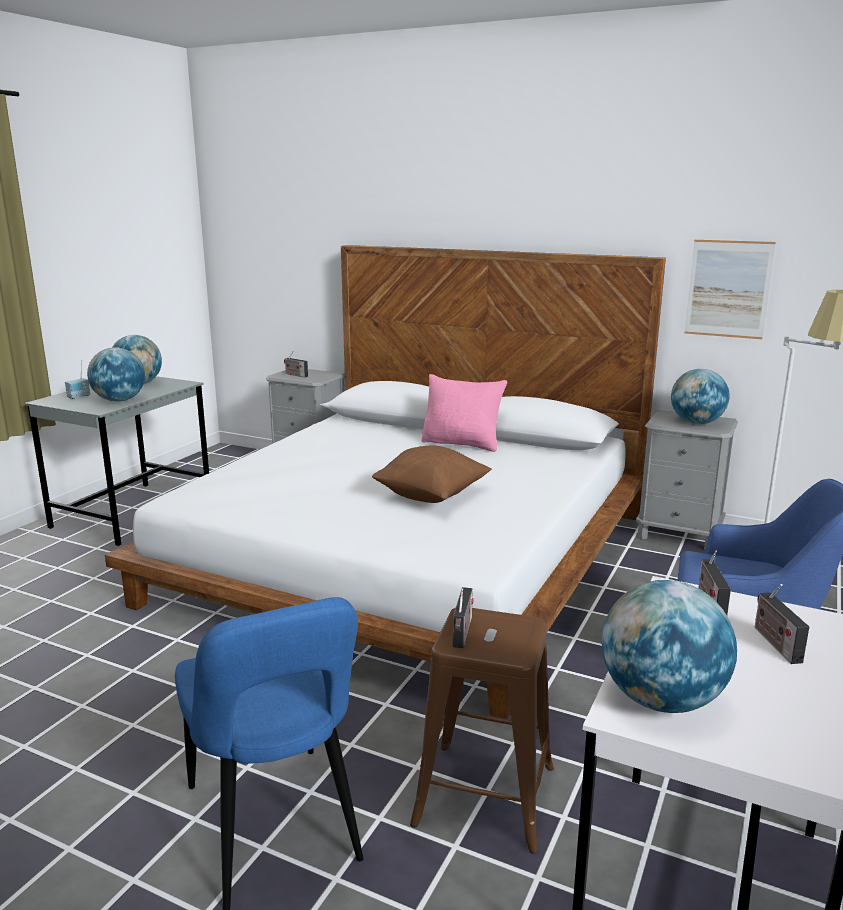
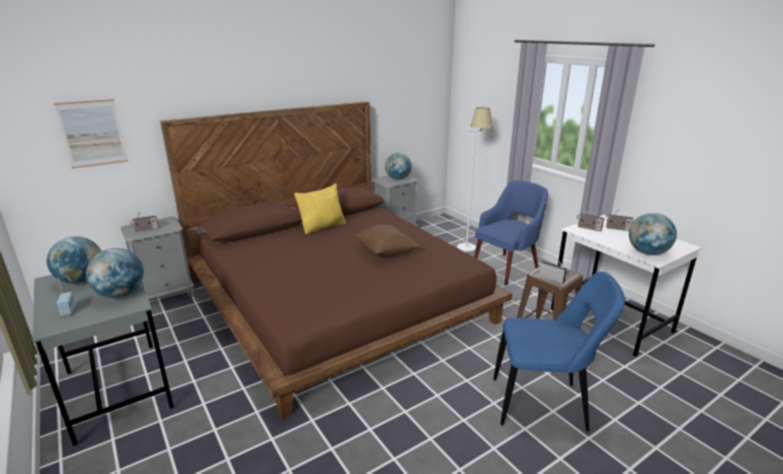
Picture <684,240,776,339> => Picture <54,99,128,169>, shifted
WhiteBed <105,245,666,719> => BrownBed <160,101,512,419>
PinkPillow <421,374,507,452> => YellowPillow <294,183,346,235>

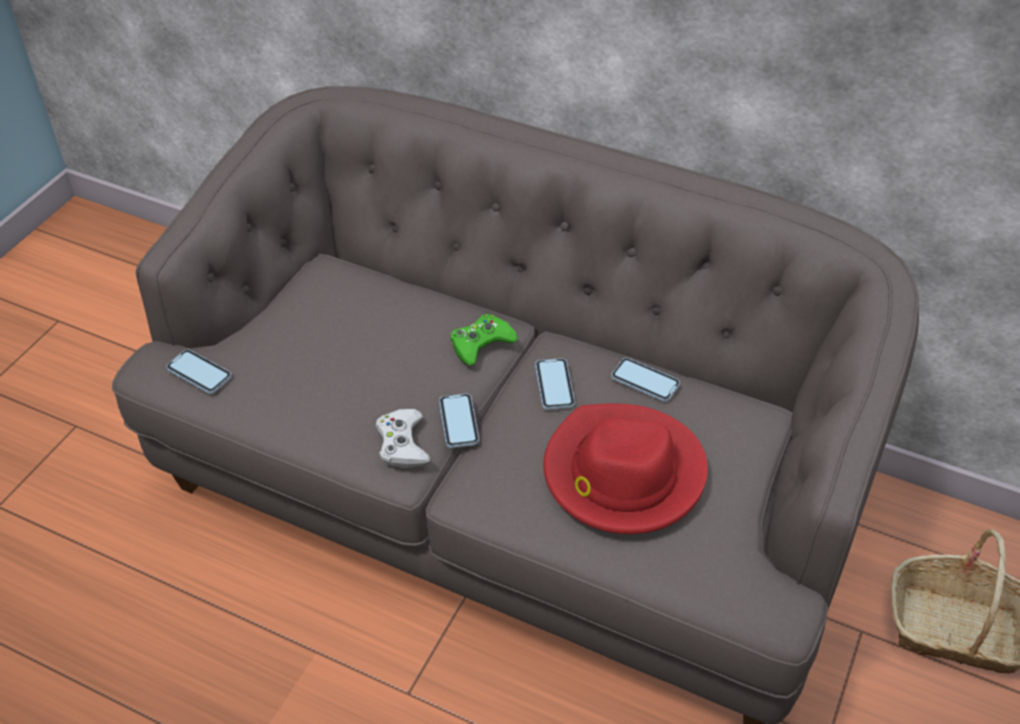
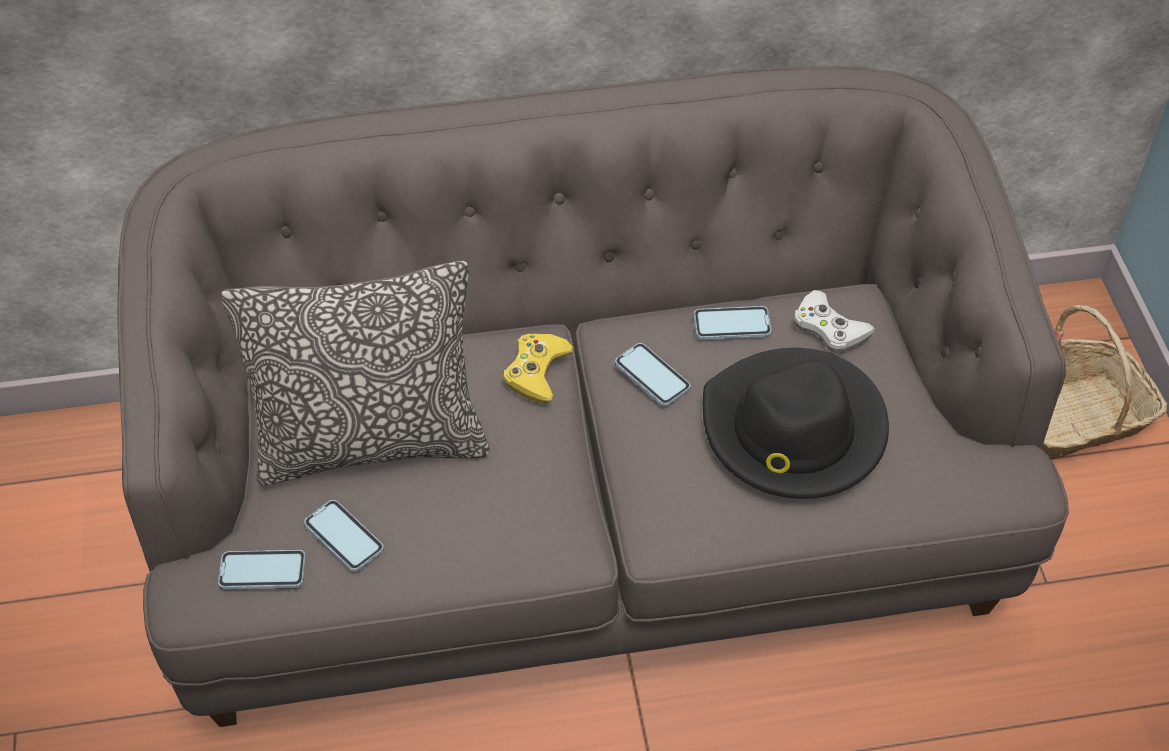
nothing => Pillow <221,261,490,486>
Phone <439,393,479,448> => Phone <304,500,384,572>, shifted
GreenGameController <451,314,518,366> => YellowGameController <503,333,573,403>
RedHat <544,403,708,534> => BlackHat <703,348,889,499>
WhiteGameController <376,409,430,468> => WhiteGameController <794,290,875,353>, shifted

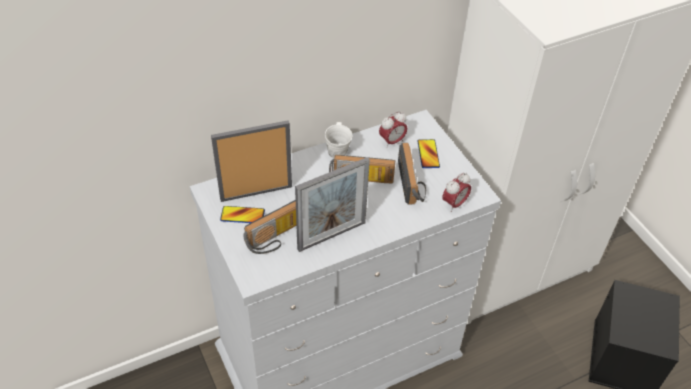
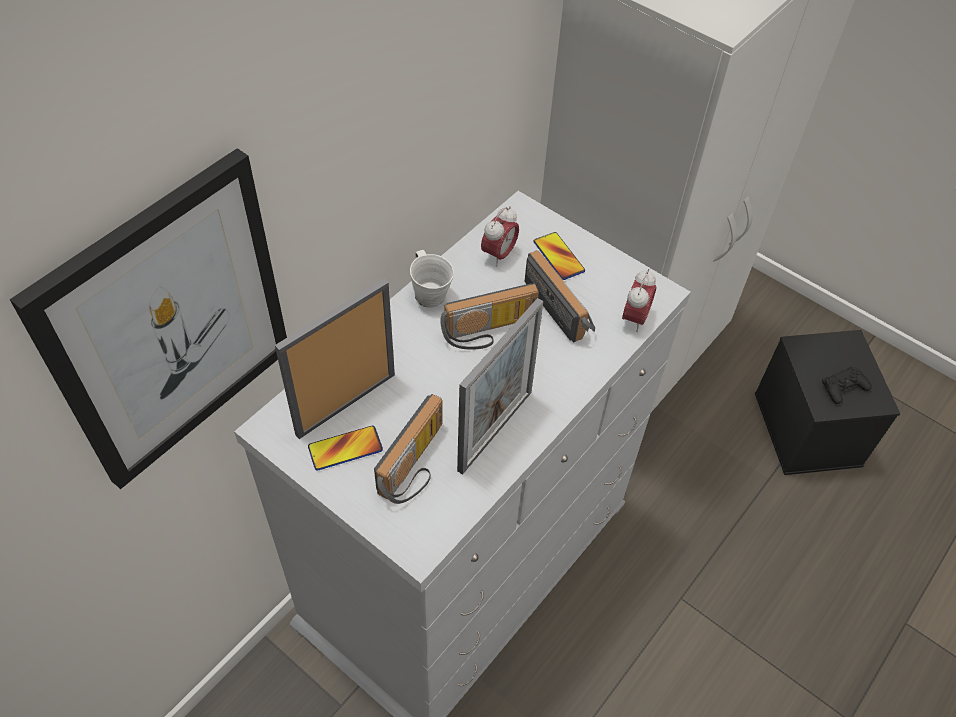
nothing => Picture <10,148,287,489>
nothing => BlackGameController <822,366,872,404>

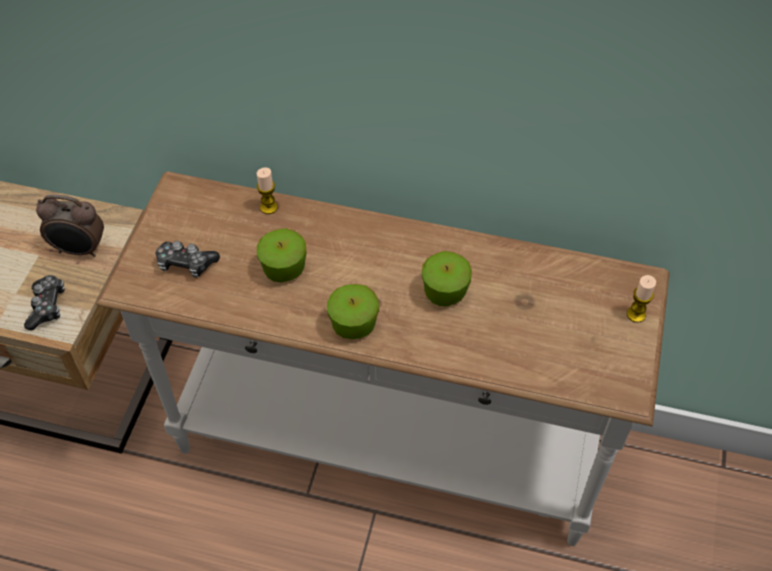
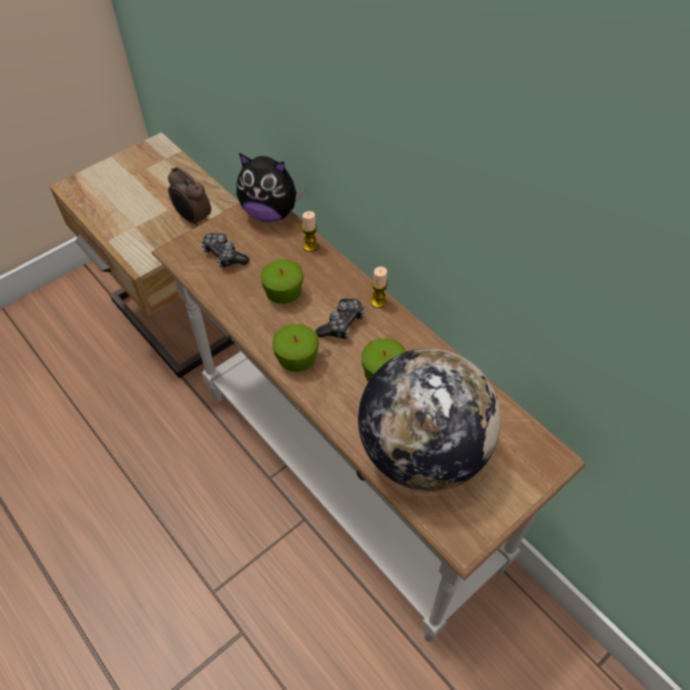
nothing => PlushToy <236,153,306,222>
GameController <24,275,65,330> => GameController <315,298,365,339>, shifted
nothing => Globe <358,348,501,491>
Candle <627,275,656,323> => Candle <371,267,388,308>, shifted

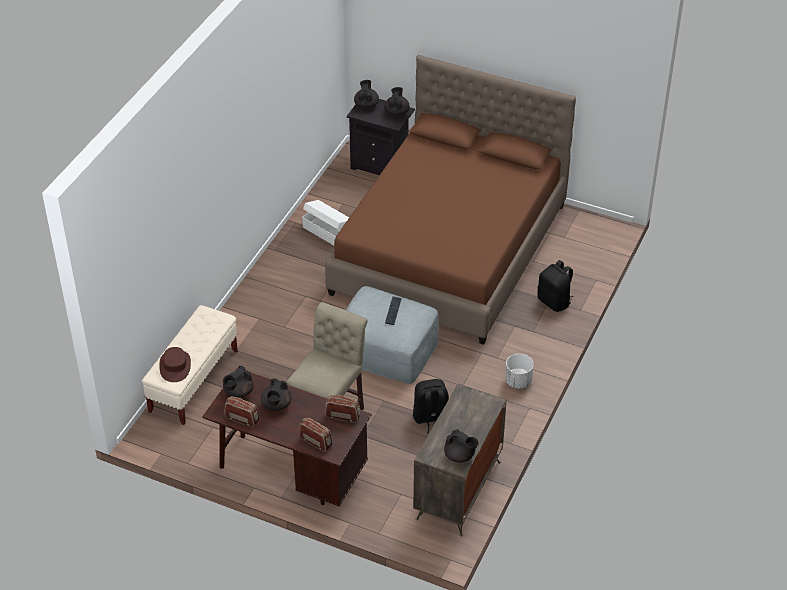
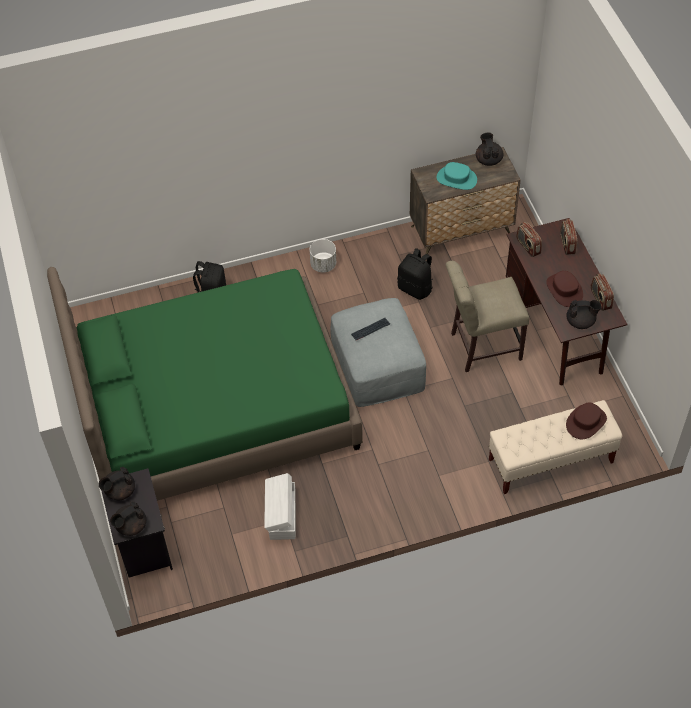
BrownBed <325,55,576,345> => GreenBed <47,267,363,501>
nothing => TurquoiseHat <437,162,477,190>
BlackTeapot <261,378,292,411> => BrownHat <546,271,583,307>

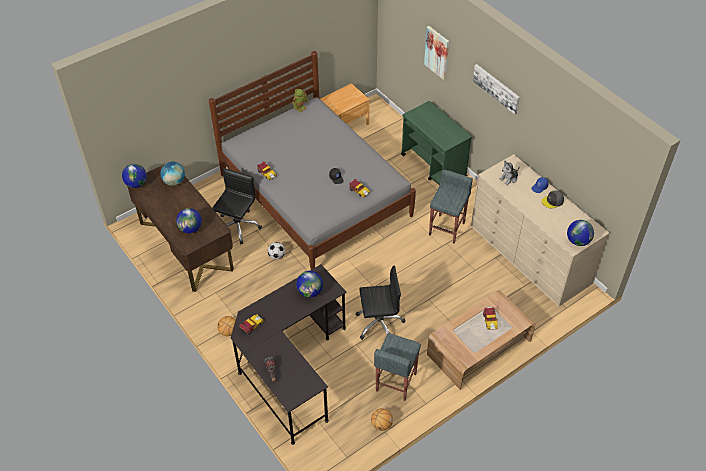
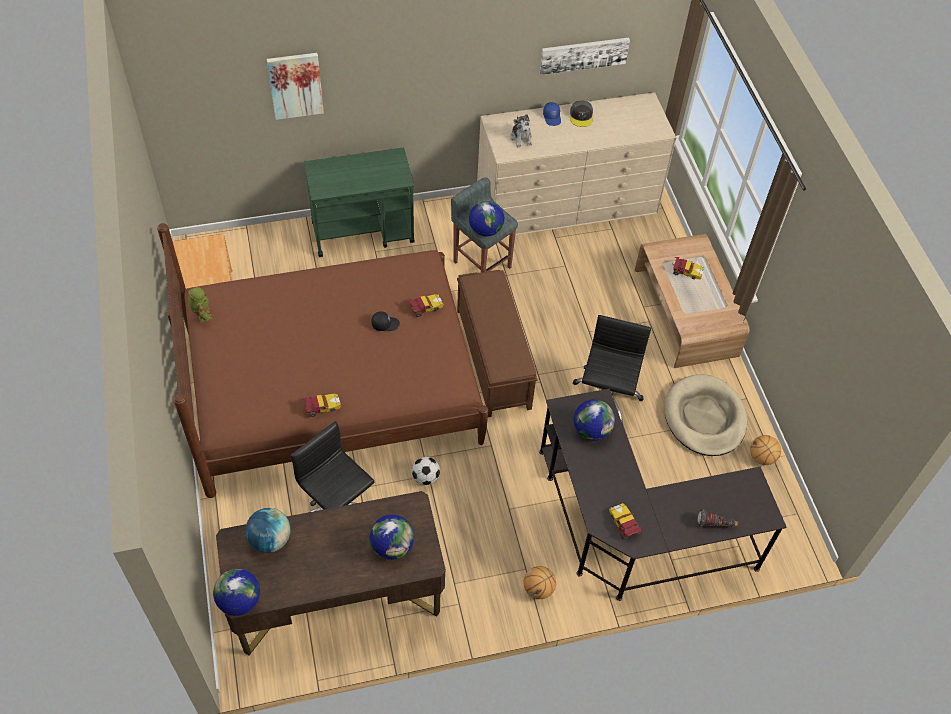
GreyBed <209,51,416,270> => BrownBed <157,223,488,498>
nothing => BrownBench <457,270,538,417>
Globe <567,220,594,246> => Globe <469,201,505,236>, shifted
Picture <473,64,520,114> => Picture <540,37,630,75>, shifted
GreyStool <374,334,421,401> => BeigeDogBed <664,374,747,456>

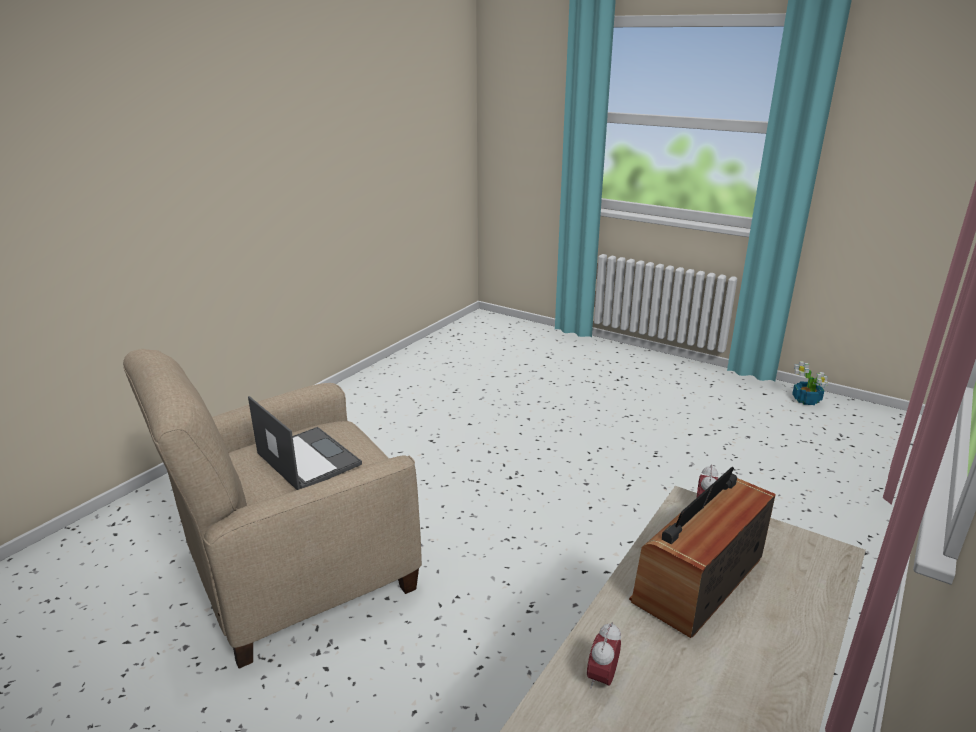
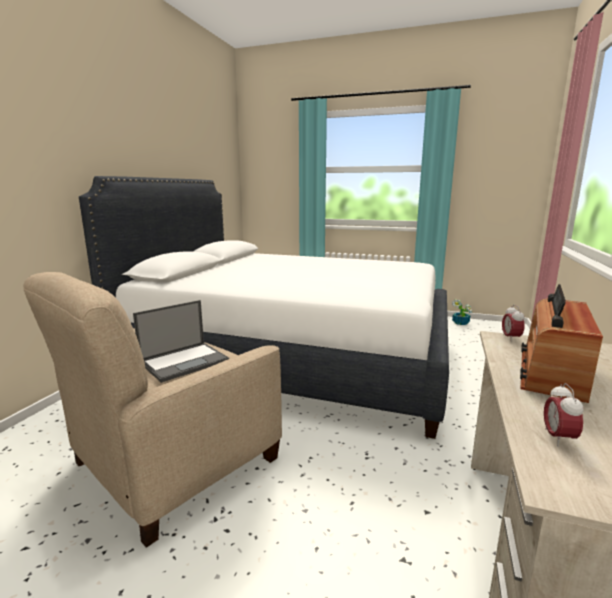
nothing => WhiteBed <79,176,449,439>
Laptop <248,396,362,490> => Laptop <133,300,229,383>, 105 degrees clockwise

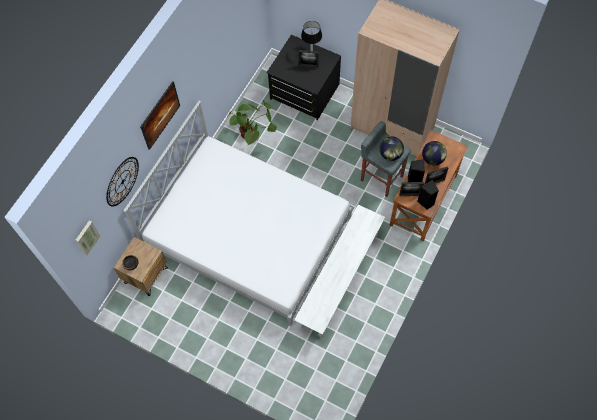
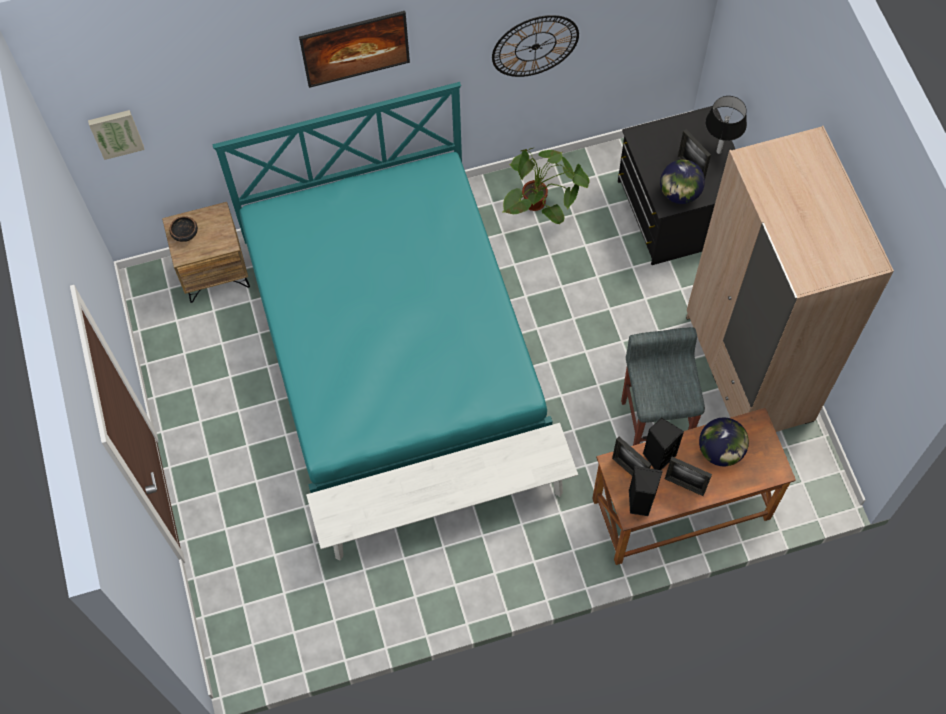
WhiteBed <123,101,352,326> => TurquoiseBed <212,82,552,493>
WallClock <106,157,139,207> => WallClock <492,15,579,77>, shifted
Globe <380,137,404,161> => Globe <660,159,705,204>, shifted

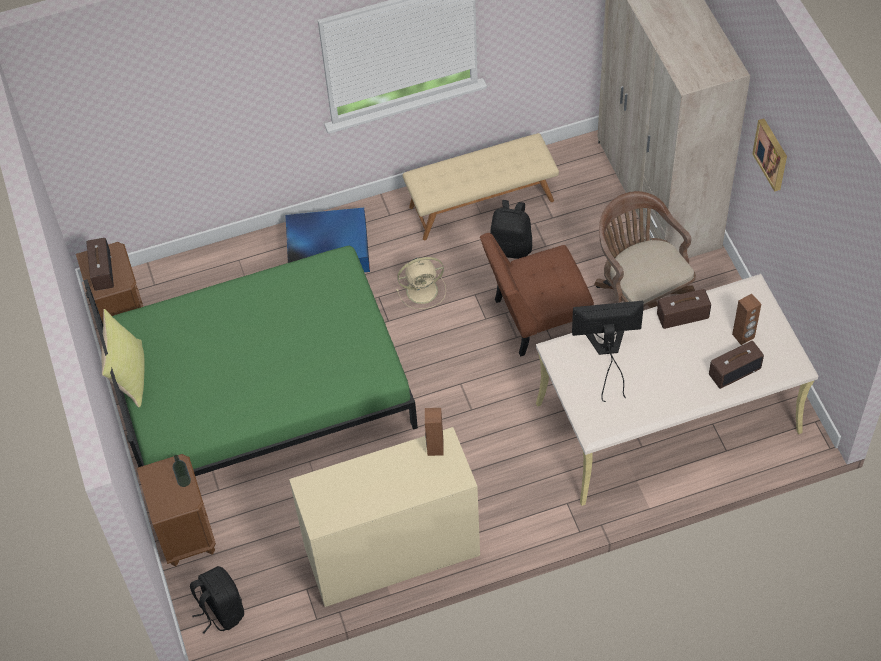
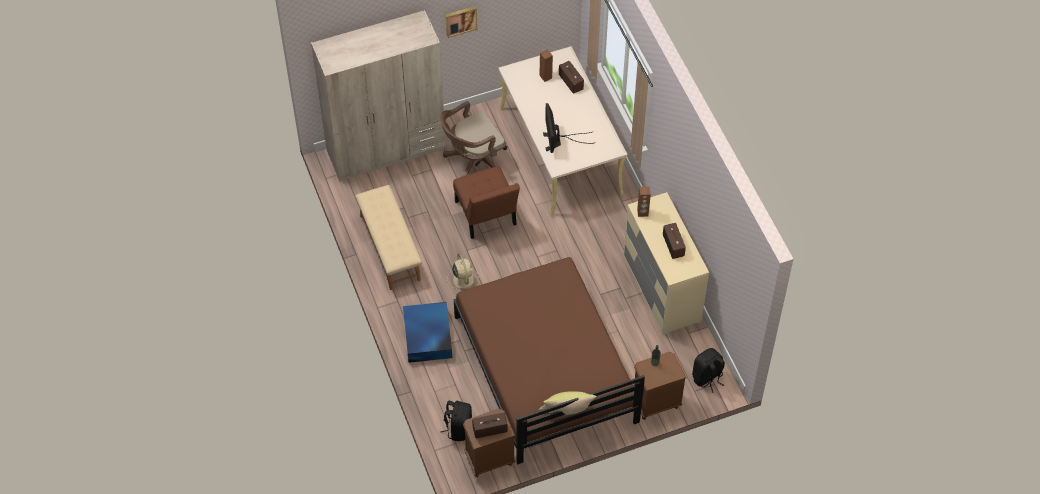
BlackBackpack <490,200,532,259> => BlackBackpack <440,401,472,441>, shifted
GreenBed <83,246,418,476> => BrownBed <454,257,645,465>
Radio <657,289,711,329> => Radio <663,223,686,259>, shifted

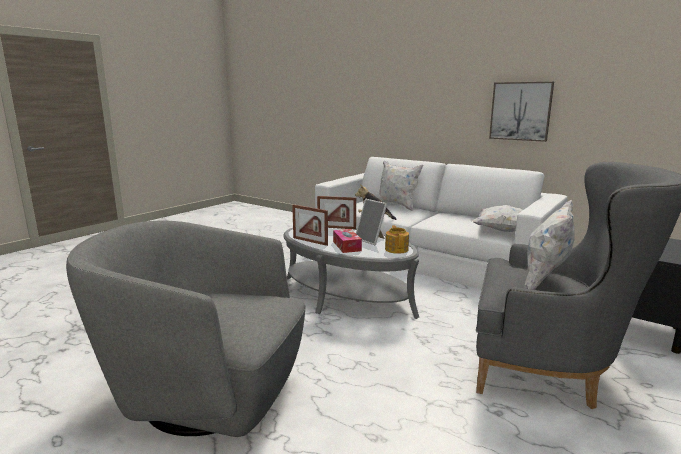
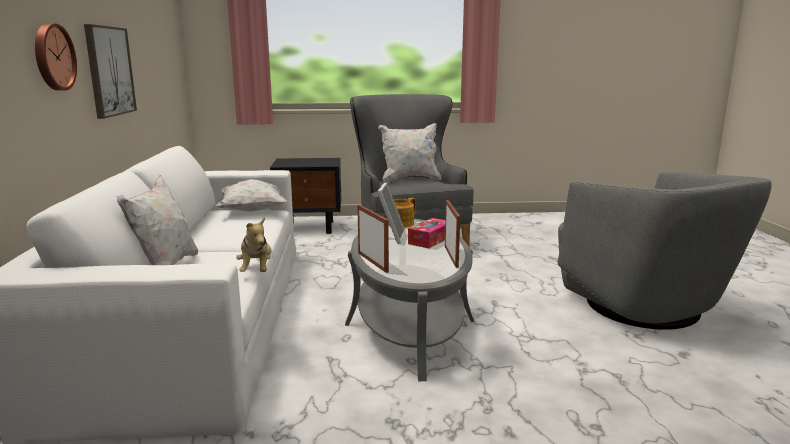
nothing => WallClock <35,23,77,91>

